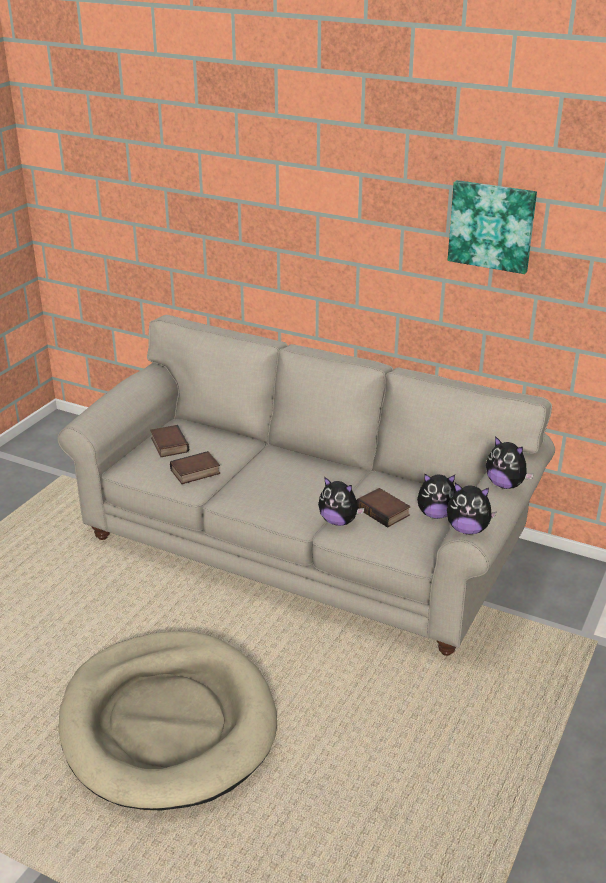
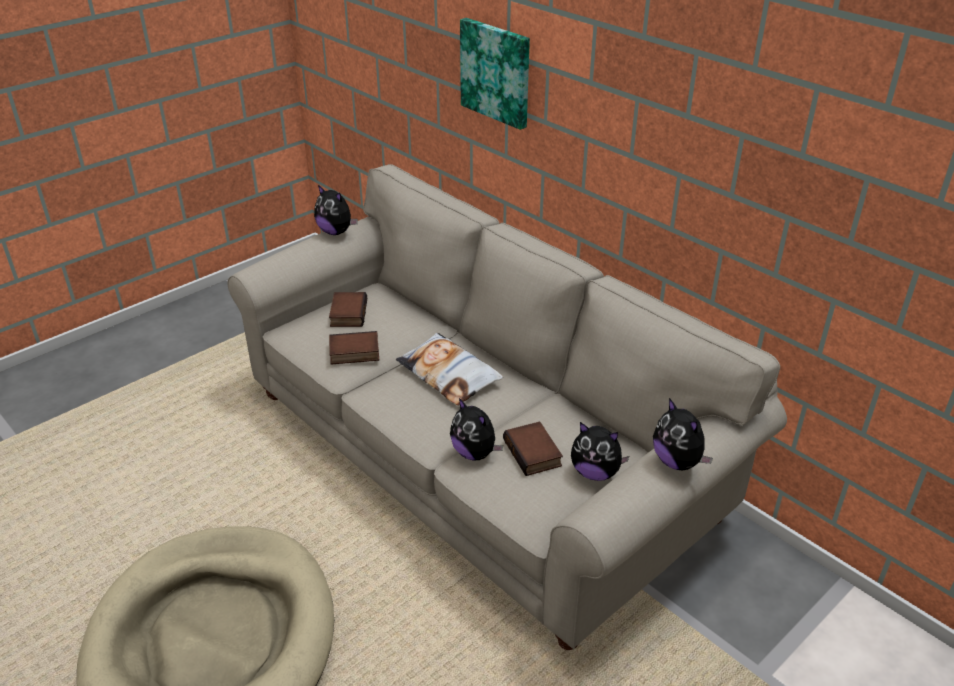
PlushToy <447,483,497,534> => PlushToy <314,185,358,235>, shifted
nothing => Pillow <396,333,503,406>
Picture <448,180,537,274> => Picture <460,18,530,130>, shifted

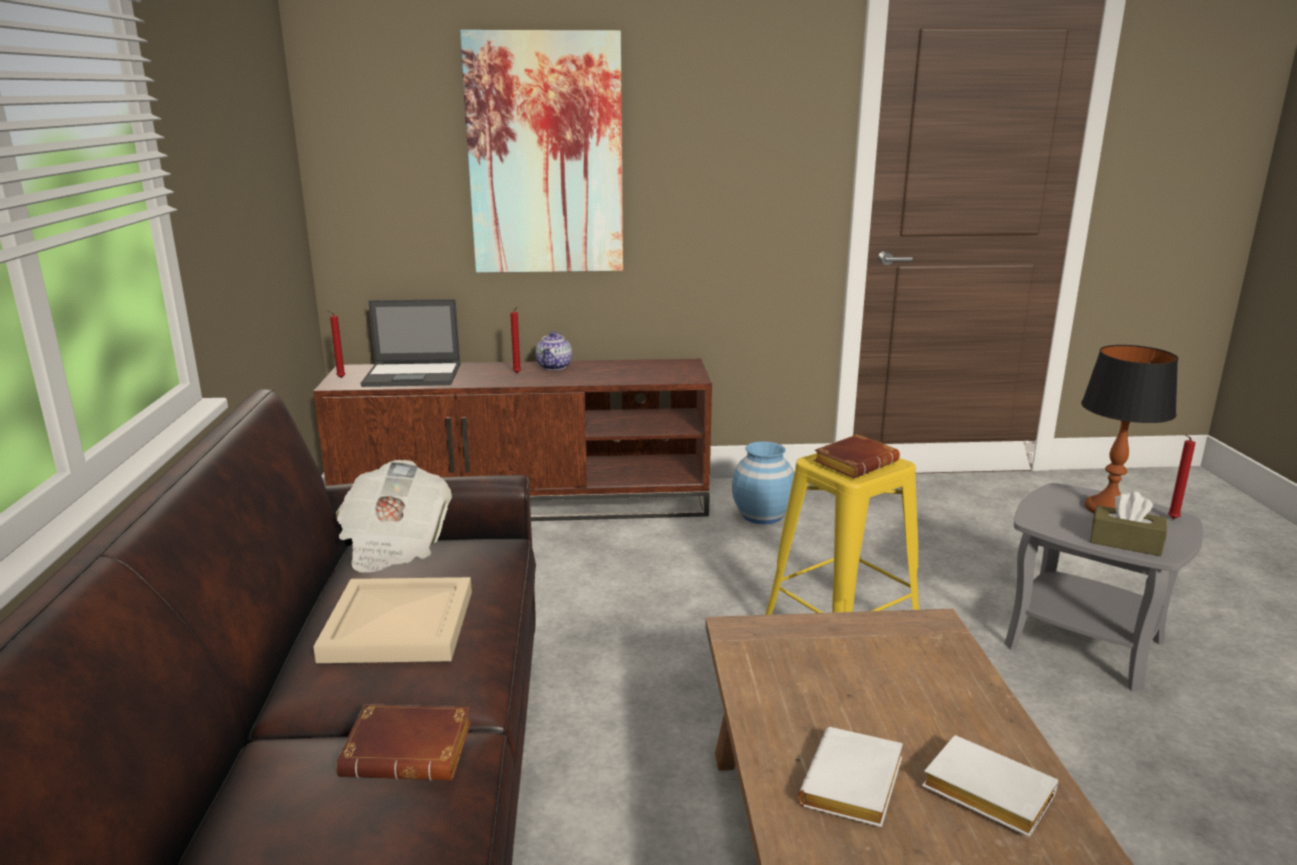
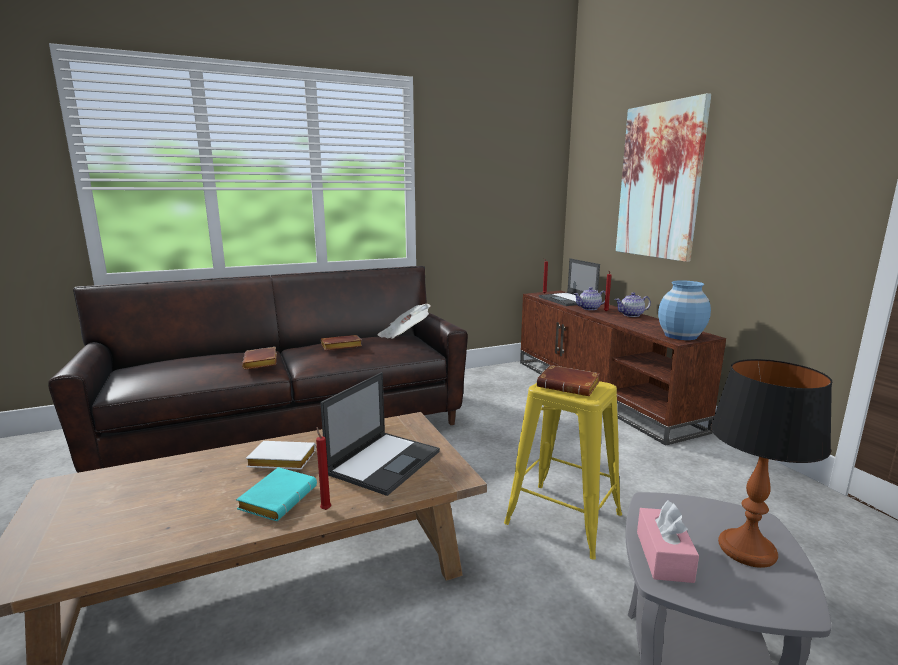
WhiteBook <922,735,1058,837> => TurquoiseBook <236,467,317,521>
RedCandle <1168,434,1195,519> => RedCandle <316,427,331,510>, shifted
nothing => Laptop <320,372,440,496>
BeigeTray <313,577,472,663> => BrownBook <321,335,362,350>
nothing => Teapot <574,287,606,310>
BrownTissueBox <1090,492,1167,556> => PinkTissueBox <637,500,699,583>
BlueVase <732,441,794,524> => BlueVase <658,280,711,340>, shifted

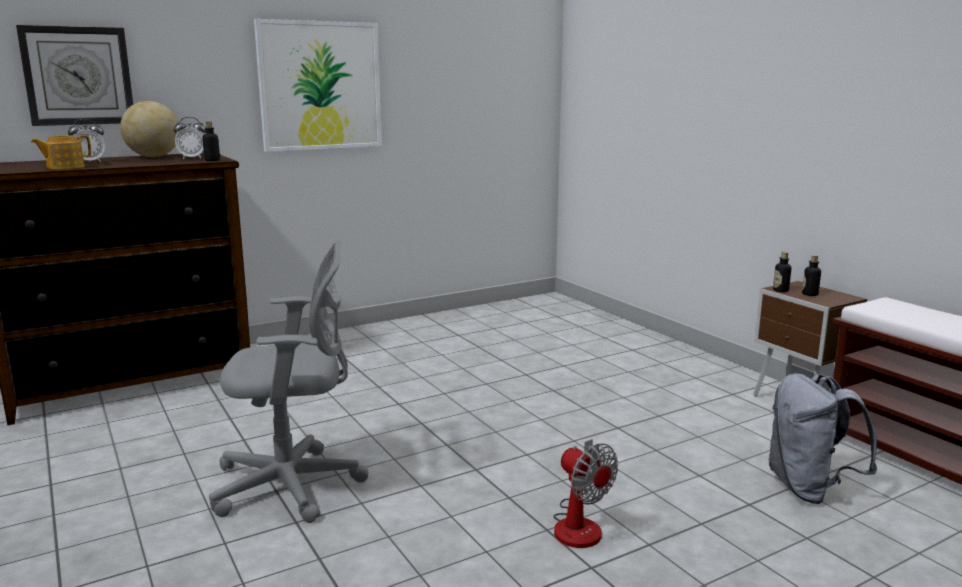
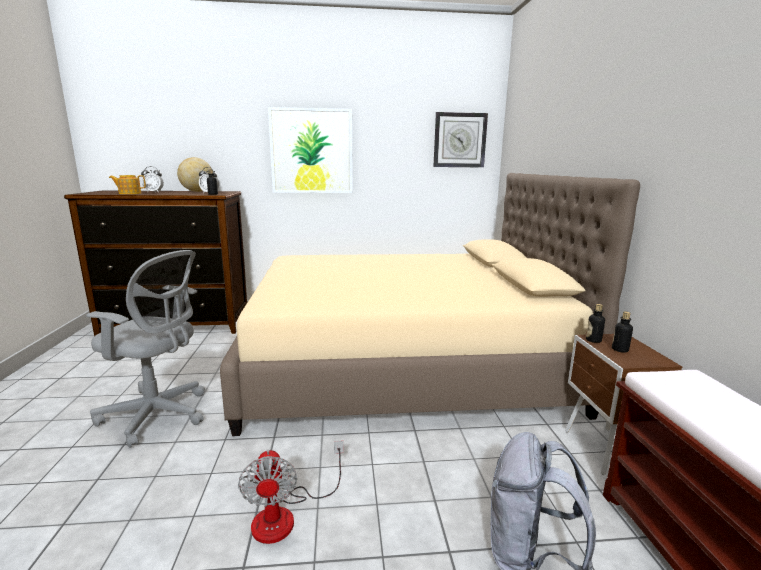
nothing => BeigeBed <220,173,640,436>
WallClock <16,25,133,126> => WallClock <433,112,488,168>, shifted

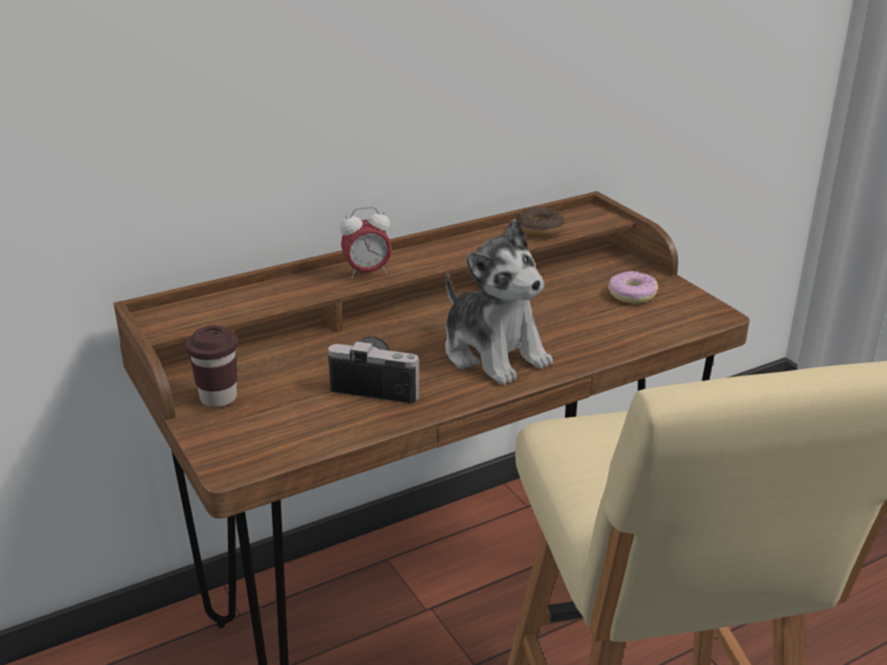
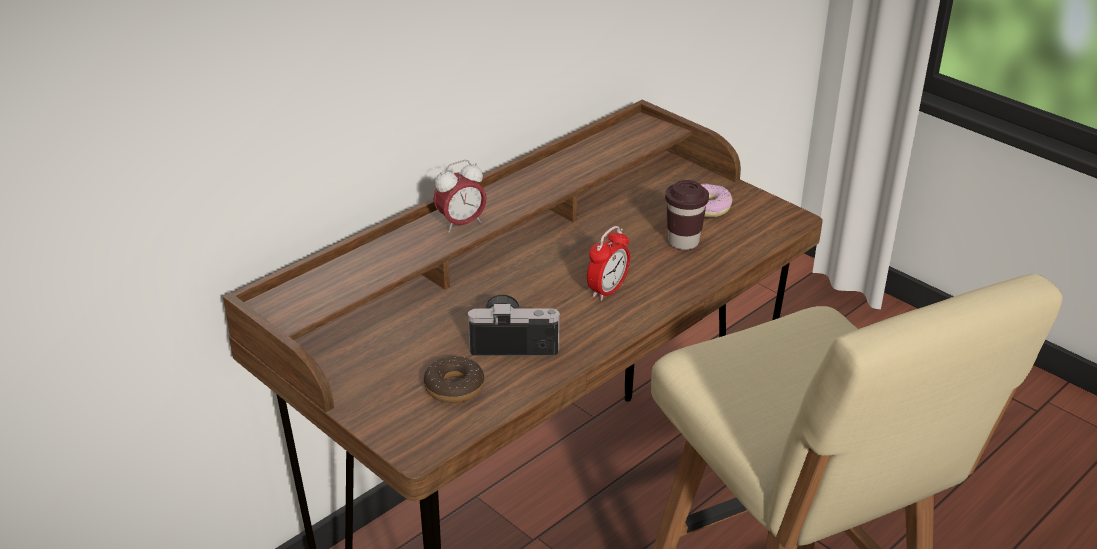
Donut <516,207,565,237> => Donut <424,356,484,403>, shifted
PlushToy <445,219,553,385> => AlarmClock <587,226,630,301>
BrownCup <185,325,238,407> => BrownCup <665,180,709,250>, shifted

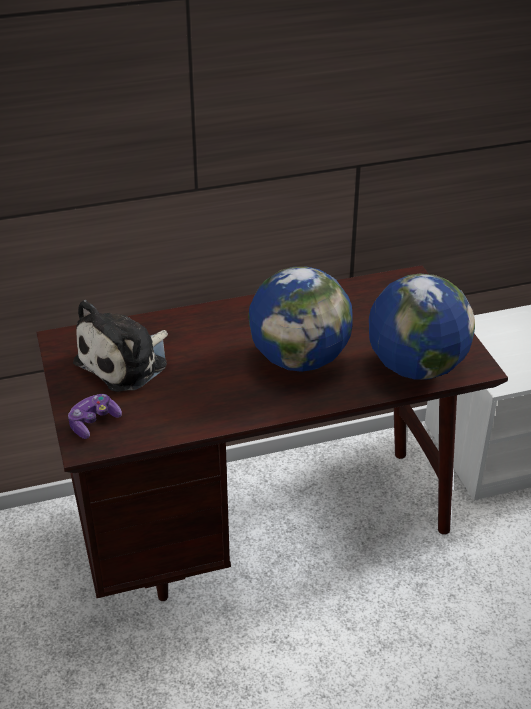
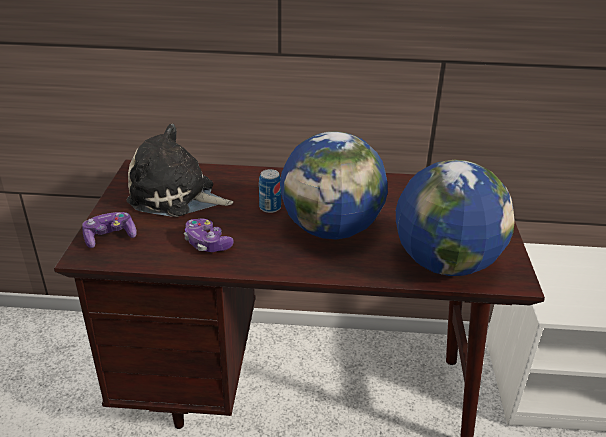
PlushToy <73,300,168,392> => PlushToy <127,124,233,217>, 45 degrees clockwise
nothing => GameController <184,218,234,252>
nothing => Can <259,169,281,213>

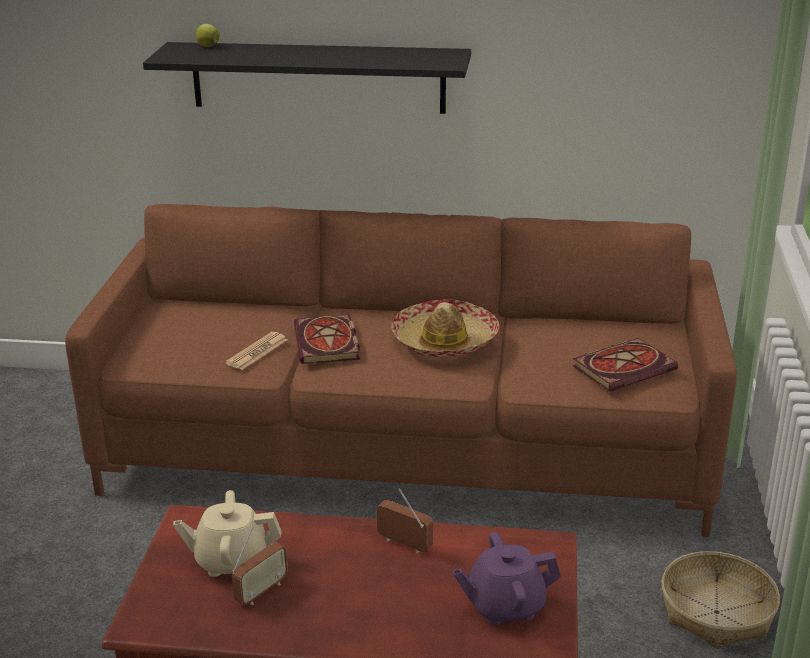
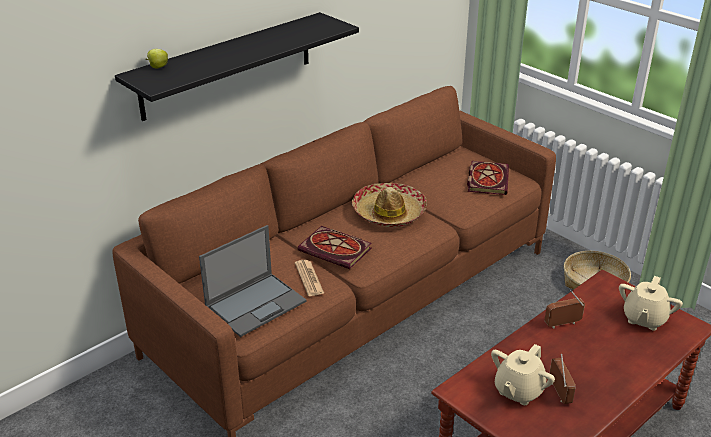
nothing => Laptop <199,225,307,337>
PurpleTeapot <452,532,561,626> => BeigeTeapot <619,276,683,331>

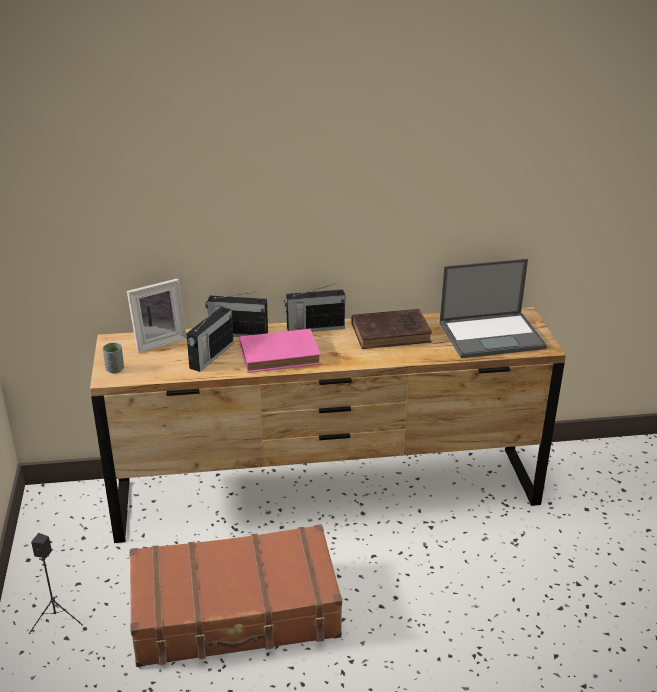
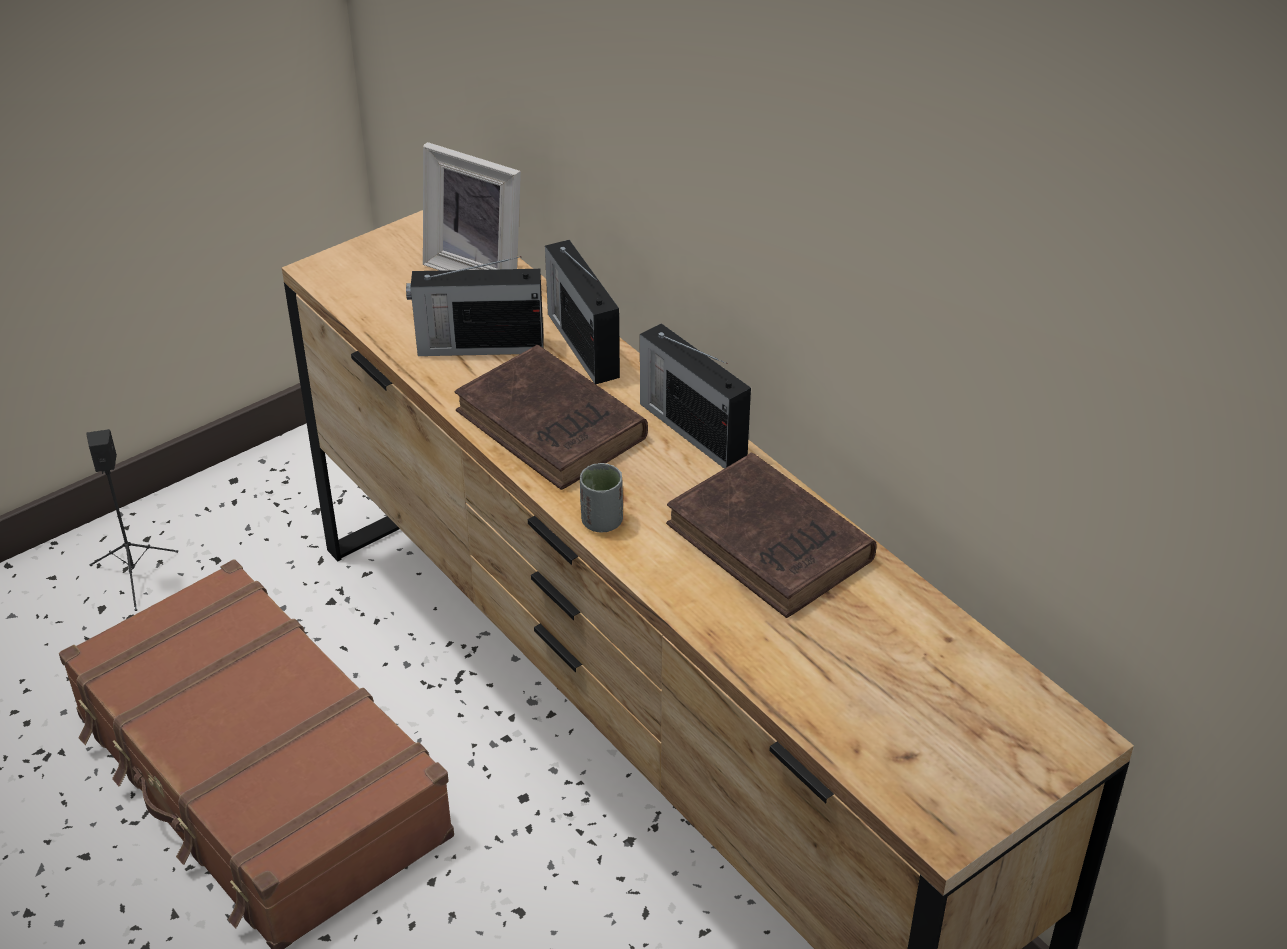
PinkBook <239,329,321,373> => BrownBook <455,345,648,490>
GreyCup <103,342,124,373> => GreyCup <580,463,623,533>, shifted
Laptop <439,259,547,358> => nothing

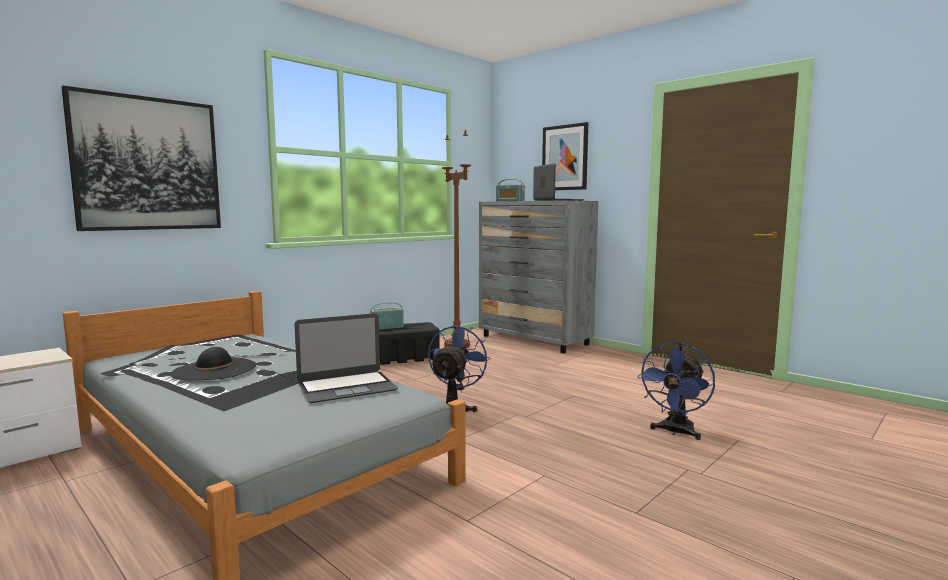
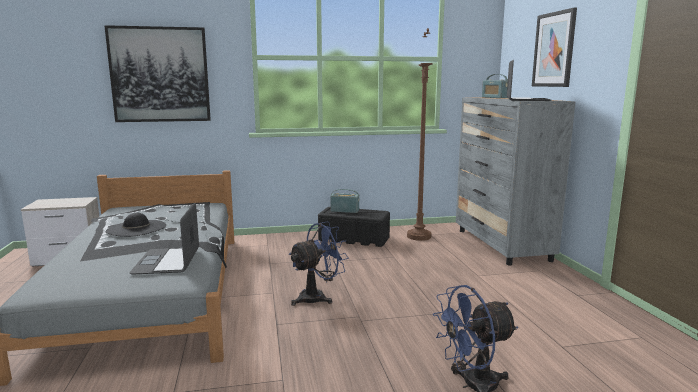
Laptop <294,313,398,403> => Laptop <129,203,199,274>, 75 degrees clockwise

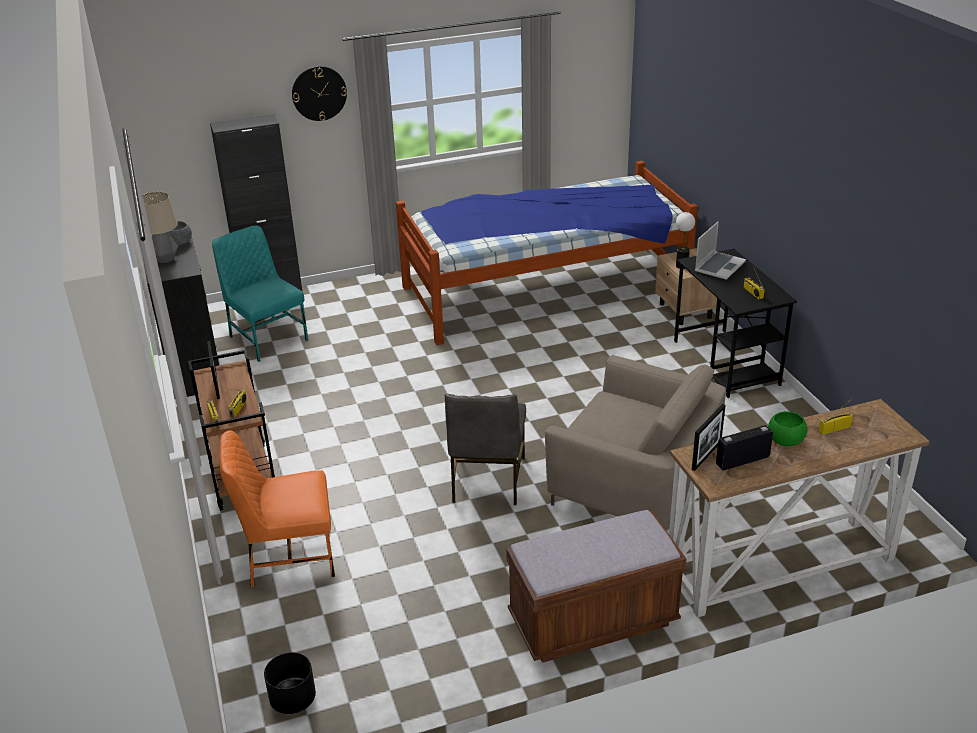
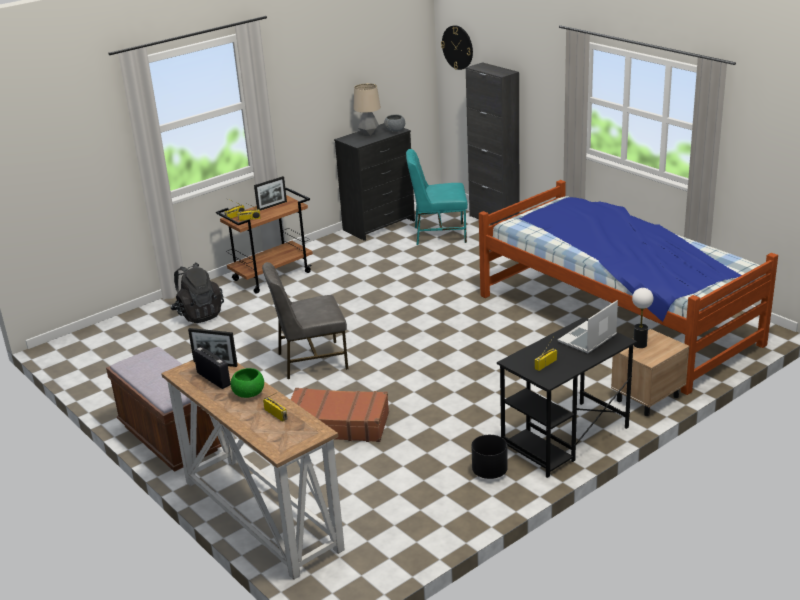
OrangeChair <219,430,335,587> => BlackBackpack <171,262,224,323>
BeigeArmchair <545,355,726,531> => BrownSuitcase <290,388,389,442>
TurquoiseChair <212,226,309,362> => TurquoiseChair <406,149,468,245>, 120 degrees counterclockwise
WallClock <292,66,347,121> => WallClock <441,25,473,70>, shifted
BlackPlanter <264,652,316,714> => BlackPlanter <471,435,508,479>, shifted
Laptop <695,221,746,280> => Laptop <558,300,618,353>, 120 degrees clockwise

